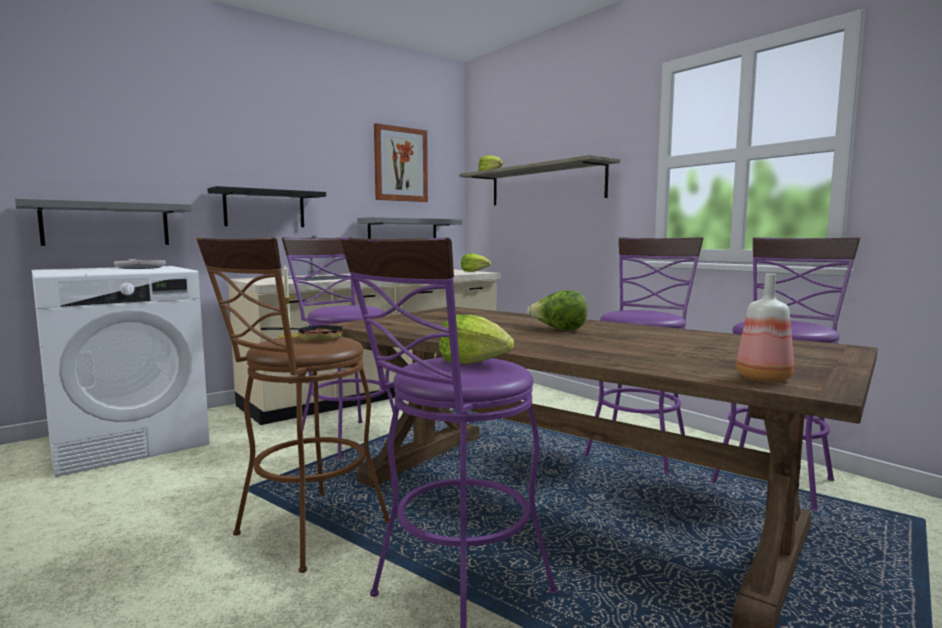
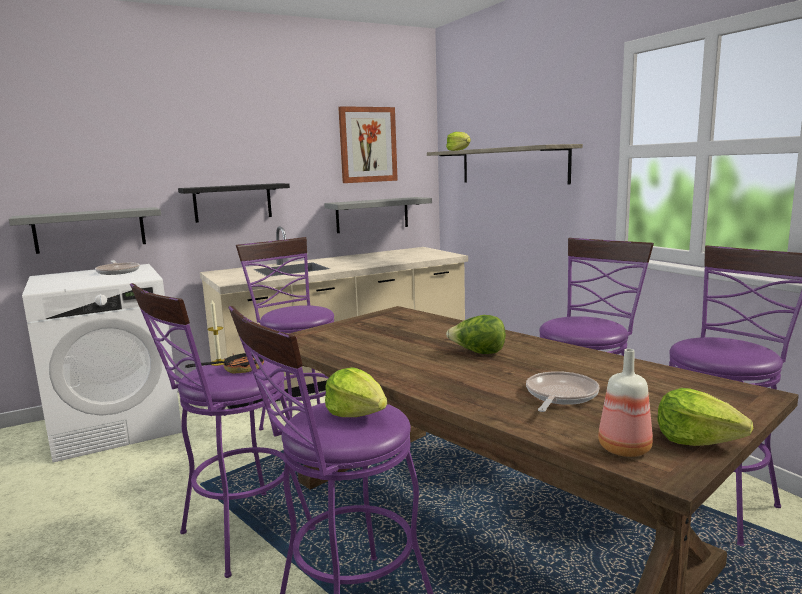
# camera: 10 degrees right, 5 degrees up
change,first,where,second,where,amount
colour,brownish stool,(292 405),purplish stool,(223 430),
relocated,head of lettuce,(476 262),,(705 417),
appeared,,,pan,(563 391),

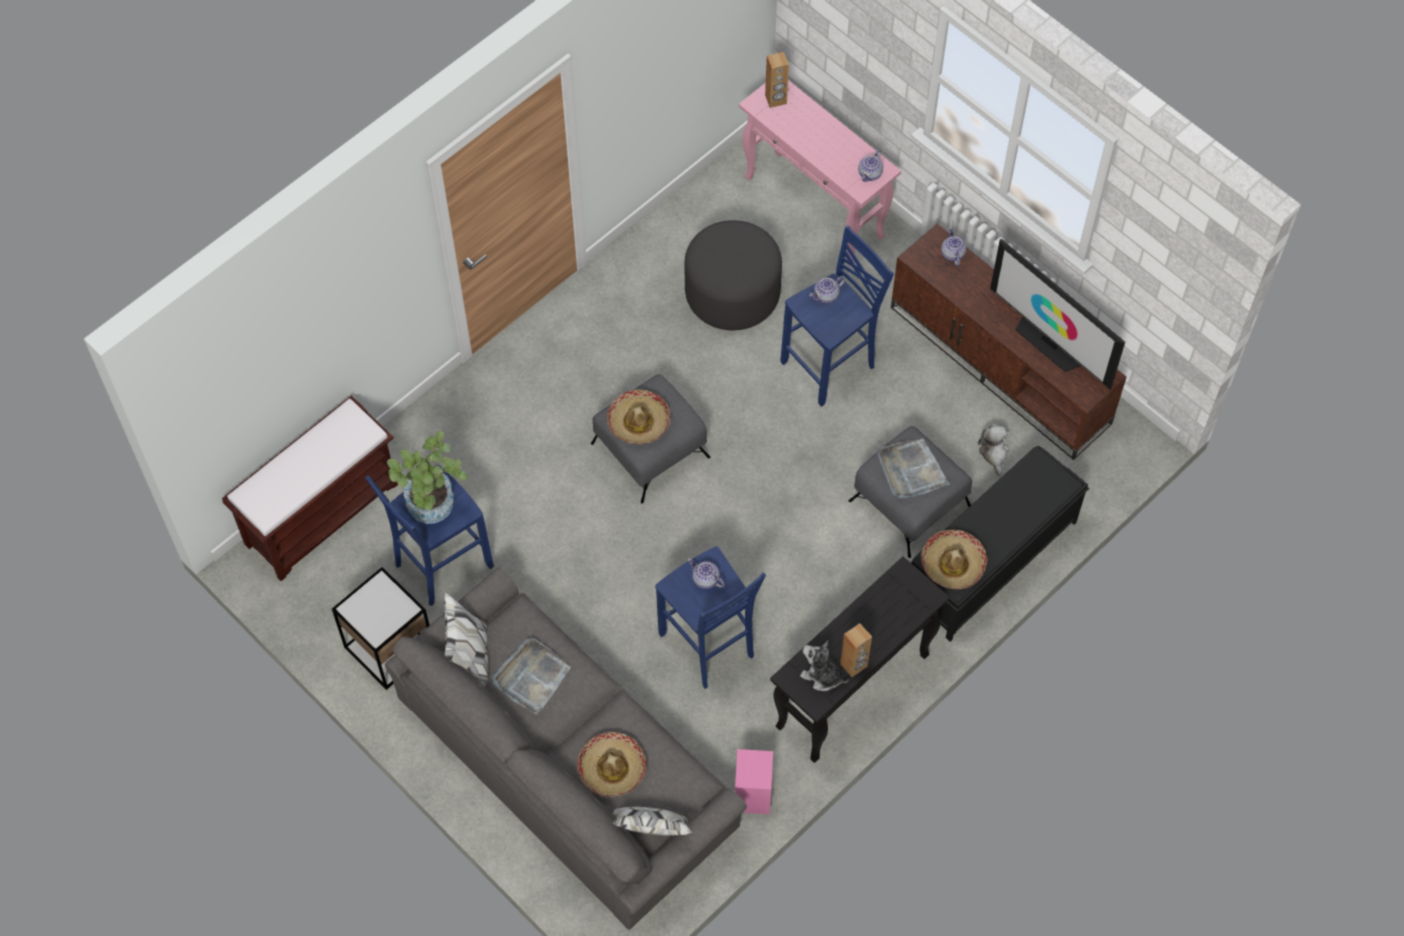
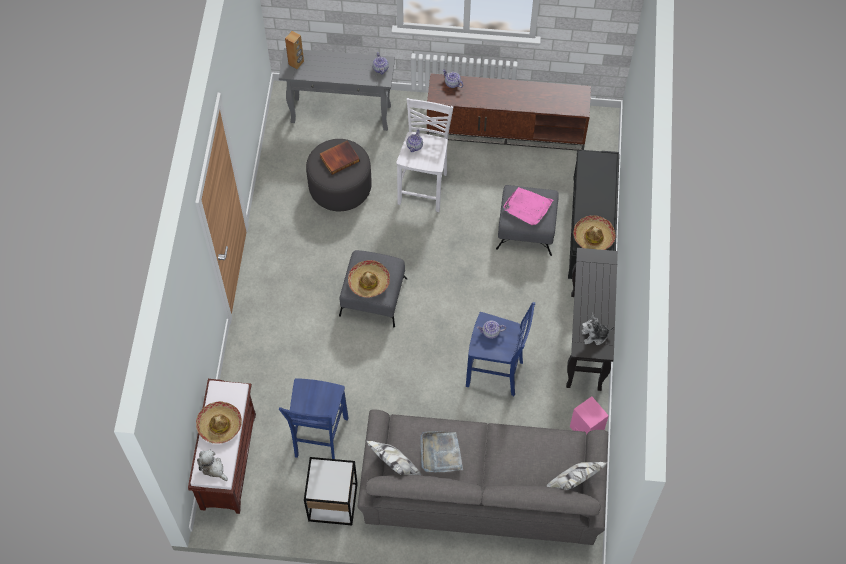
# camera: 40 degrees left, 0 degrees up
change,first,where,second,where,amount
missing,potted plant,(427 477),,,
relocated,hat,(612 764),,(219 422),
colour,pink narrow table,(820 171),greyish narrow table,(337 89),
colour,bluish stool,(837 316),white stool,(424 155),
missing,brownish audio speaker,(856 650),,,
colour,greyish carrying tray,(913 468),pink carrying tray,(528 206),
relocated,plush toy,(993 450),,(212 465),
missing,TV set,(1057 314),,,
appeared,,,volume,(340 158),

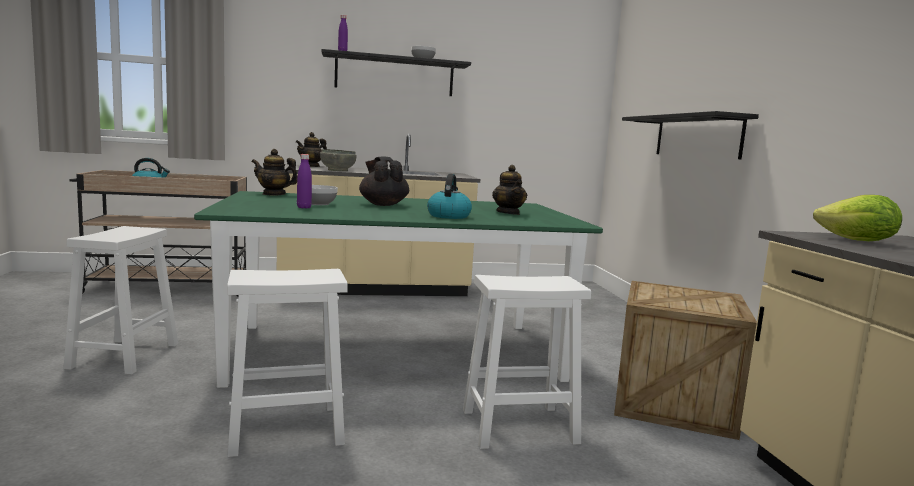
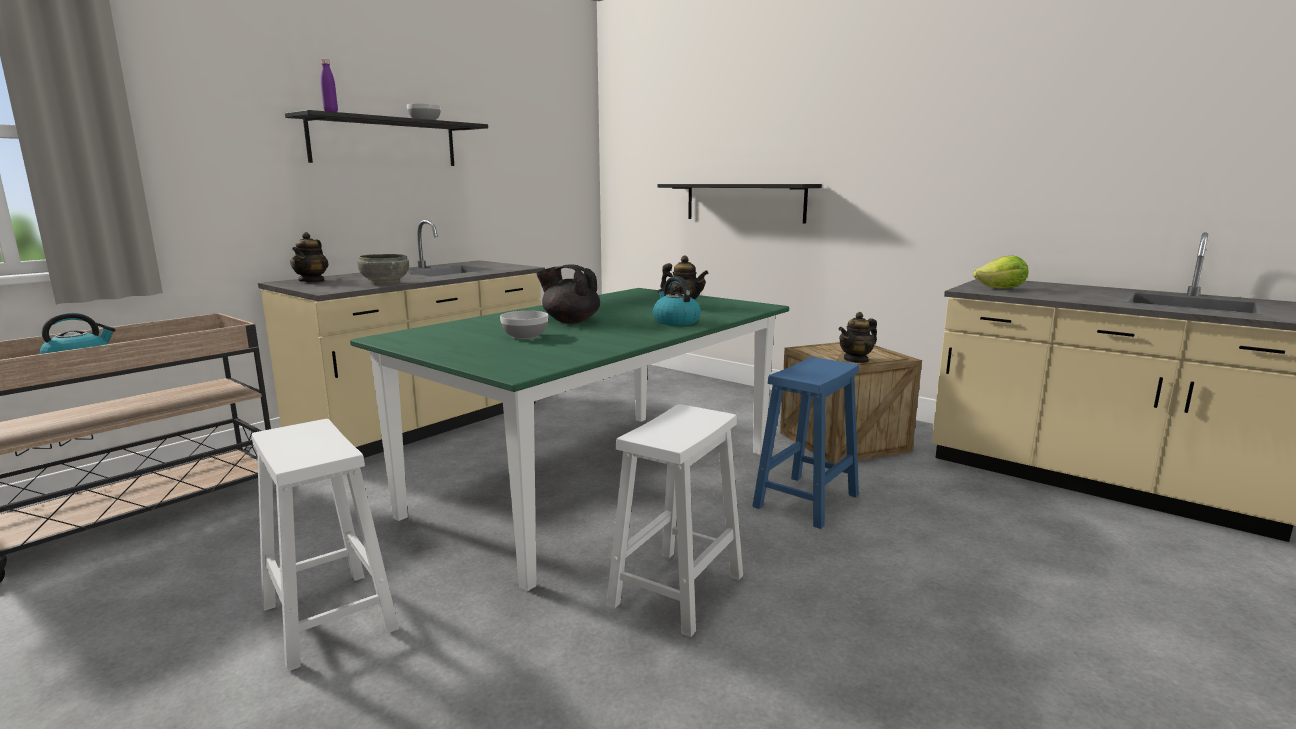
# camera: 40 degrees left, 5 degrees up
change,first,where,second,where,amount
relocated,tea pot,(274 172),,(858 337),
missing,purplish bottle,(304 181),,,
colour,white stool,(527 362),bluish stool,(805 443),

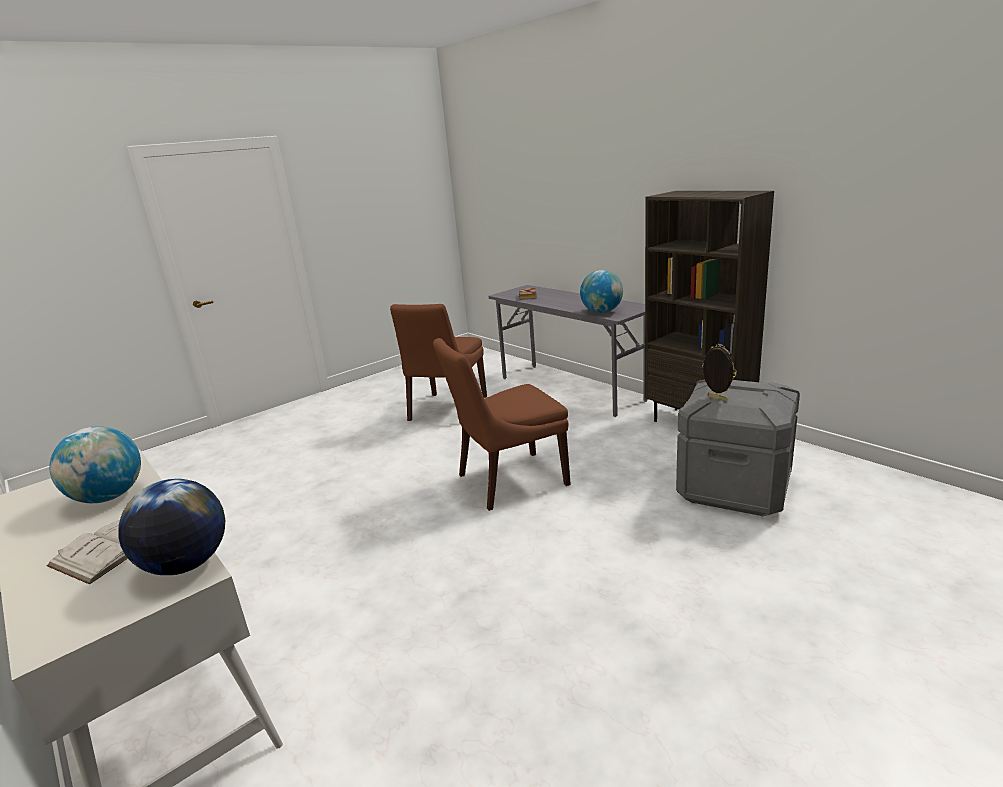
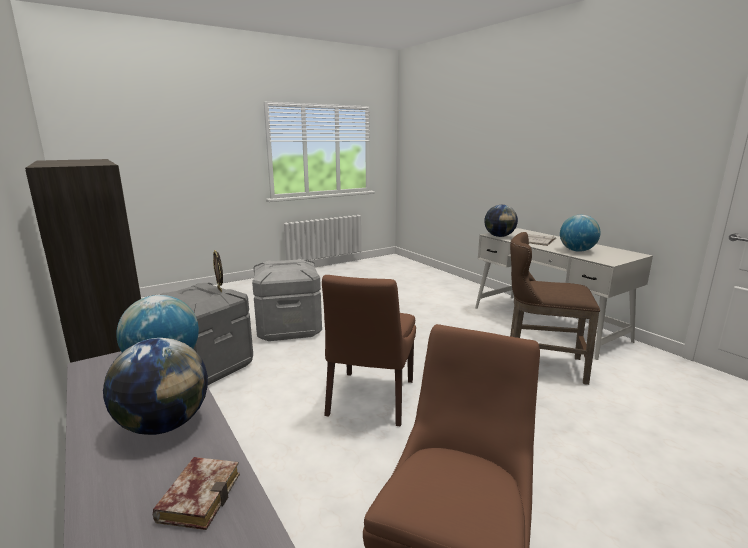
# camera: 175 degrees left, 5 degrees down
change,first,where,second,where,amount
spun,brownish plain chair,(502 424),,(369 351),120 degrees clockwise
appeared,,,world globe,(155 386),
appeared,,,greyish storage bin,(287 300),
appeared,,,brownish stool,(555 308),

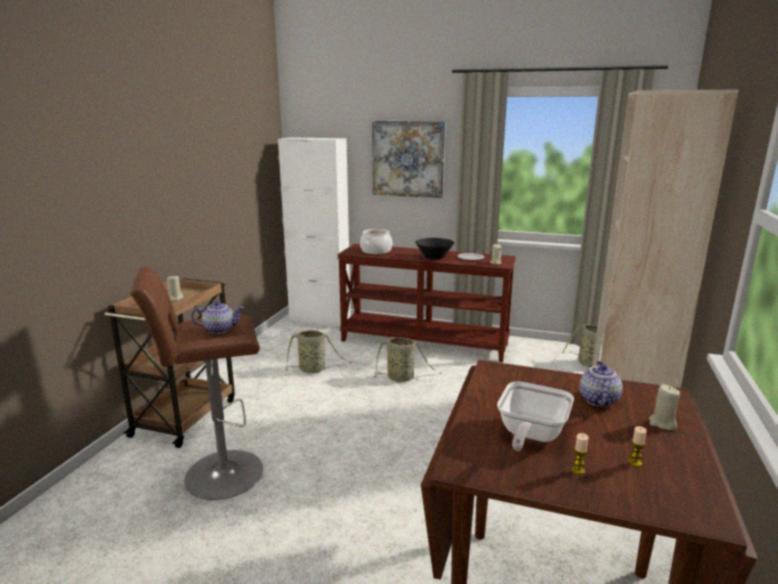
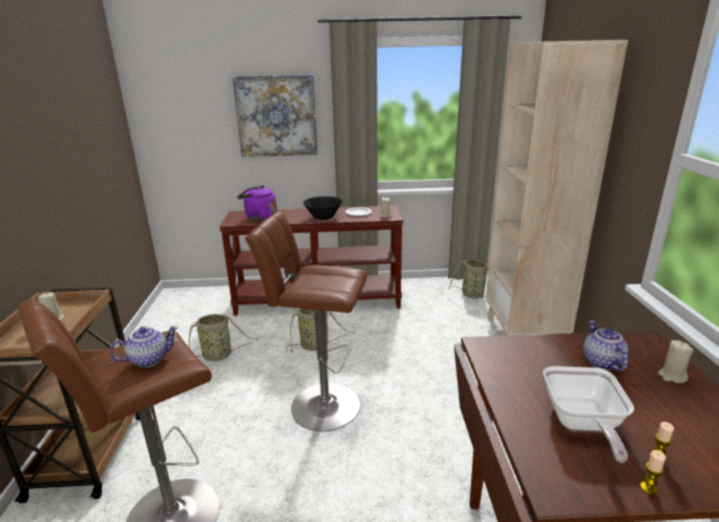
# camera: 20 degrees left, 5 degrees up
change,first,where,second,where,amount
missing,white storage cabinet,(314 231),,,
exchanged,cooking pot,(376 241),purplish water kettle,(257 203),
relocated,wax candle,(637 446),,(653 472),
appeared,,,brownish stool,(306 321),

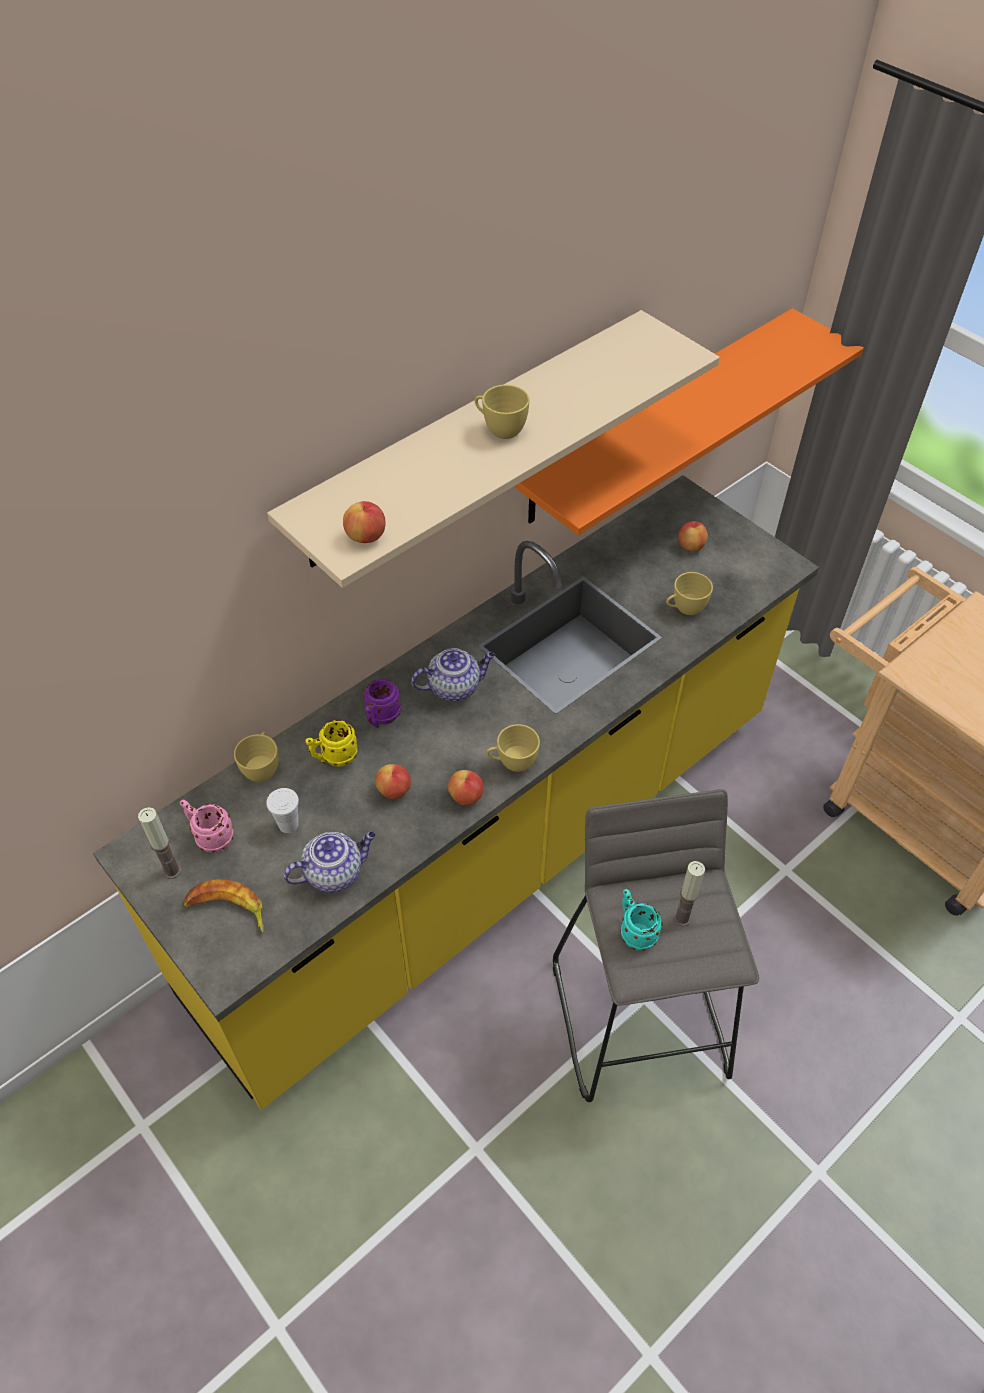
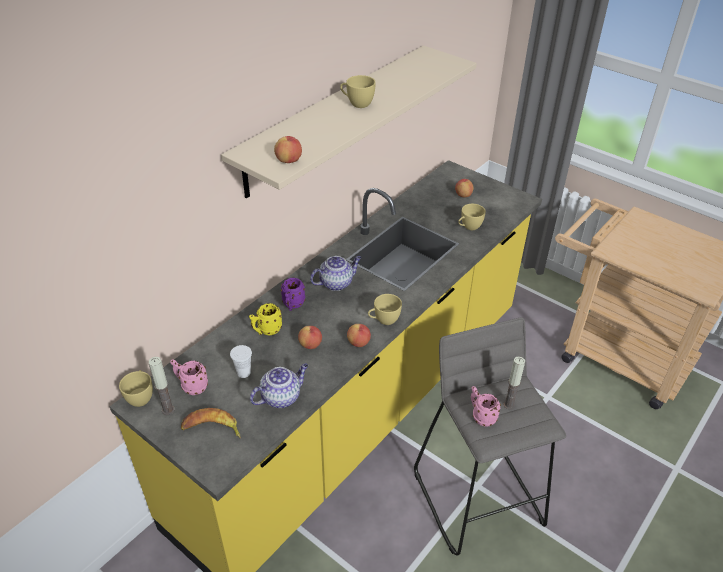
# camera: 10 degrees left, 10 degrees down
change,first,where,second,where,amount
relocated,yellow-coloured cup,(256 757),,(136 388),
missing,orange-coloured bracket shelf,(689 421),,,
colour,blue-green coffee mug,(641 920),pink coffee mug,(486 406),

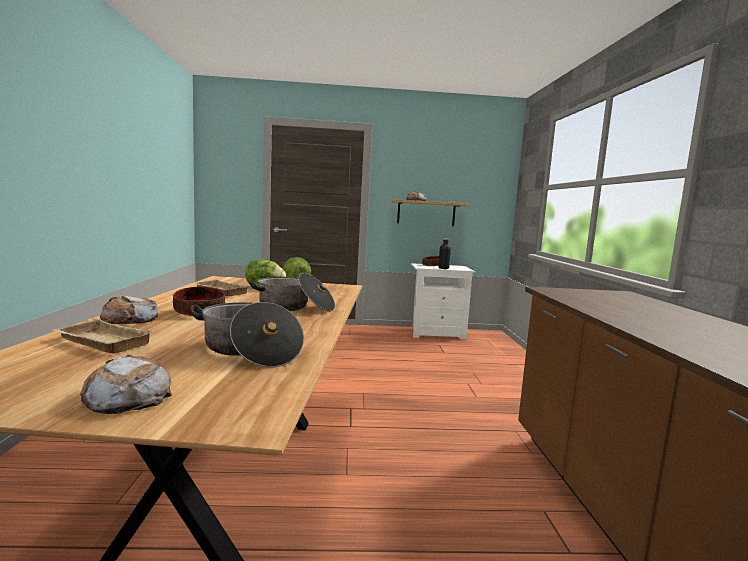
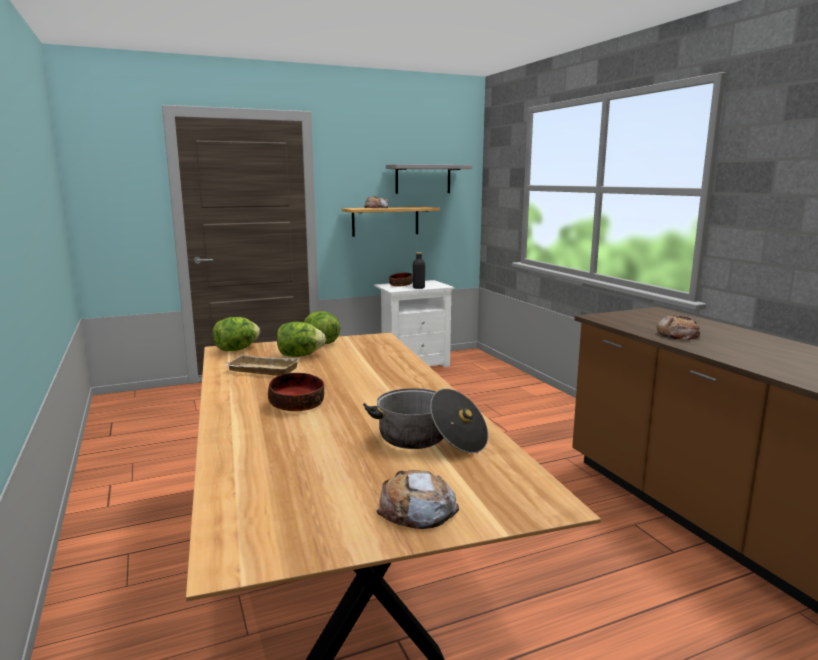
# camera: 20 degrees left, 5 degrees up
change,first,where,second,where,amount
missing,sand-coloured carrying tray,(104 336),,,
relocated,bread,(129 309),,(678 327),
missing,cooking pot,(292 292),,,
appeared,,,head of lettuce,(236 334),
appeared,,,greyish bracket shelf,(429 179),

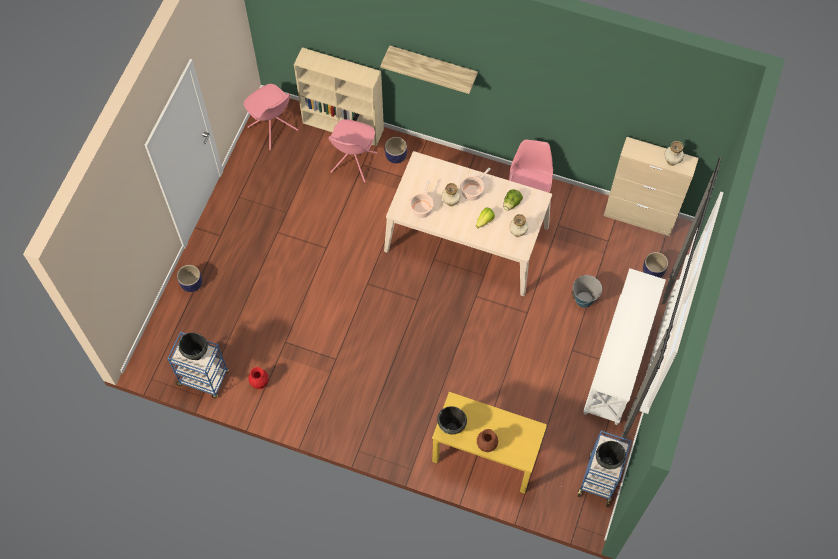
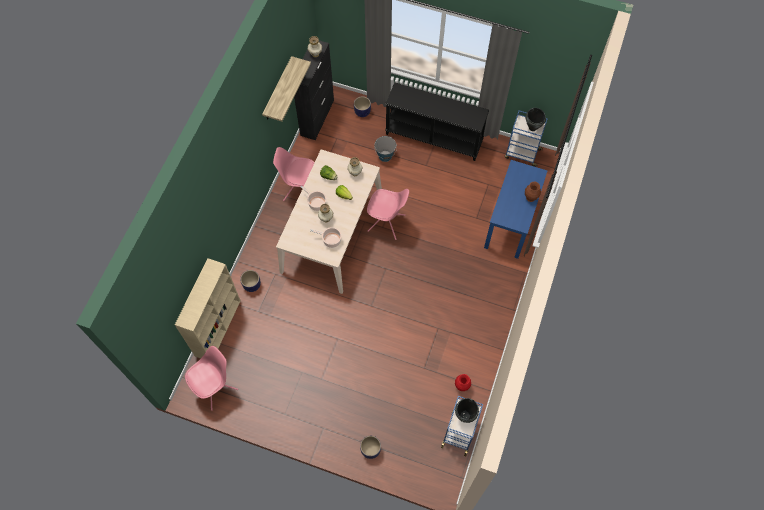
# camera: 90 degrees left, 0 degrees up
change,first,where,second,where,amount
relocated,pink plain chair,(352 151),,(388 214),
relocated,bracket shelf,(429 69),,(286 88),
colour,yellow-coloured desk unit,(489 443),bluish desk unit,(515 209),
missing,blackish cooking pot,(452 420),,,
colour,white narrow table,(624 346),blackish narrow table,(437 121),
colour,sand-coloured storage cabinet,(651 186),blackish storage cabinet,(314 90),

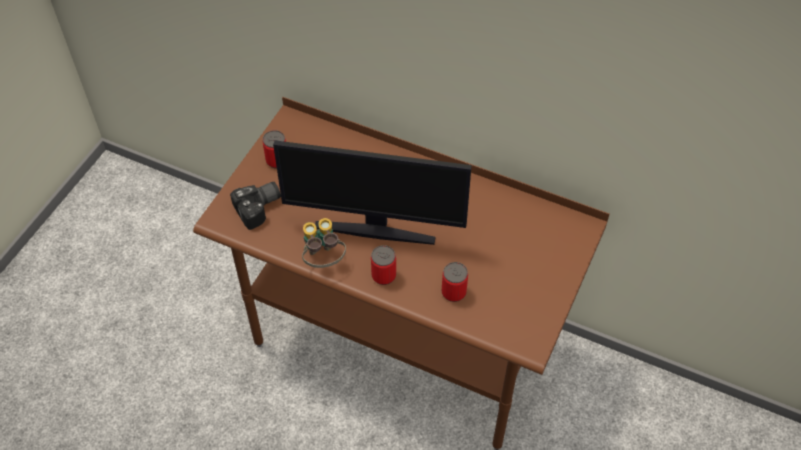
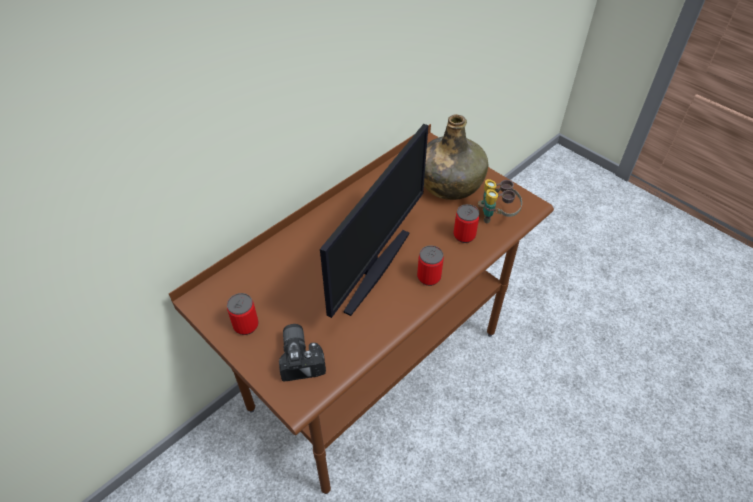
# camera: 70 degrees left, 5 degrees down
change,first,where,second,where,amount
relocated,field glasses,(324 243),,(500 201),
appeared,,,green-coloured bottle,(456 157),

